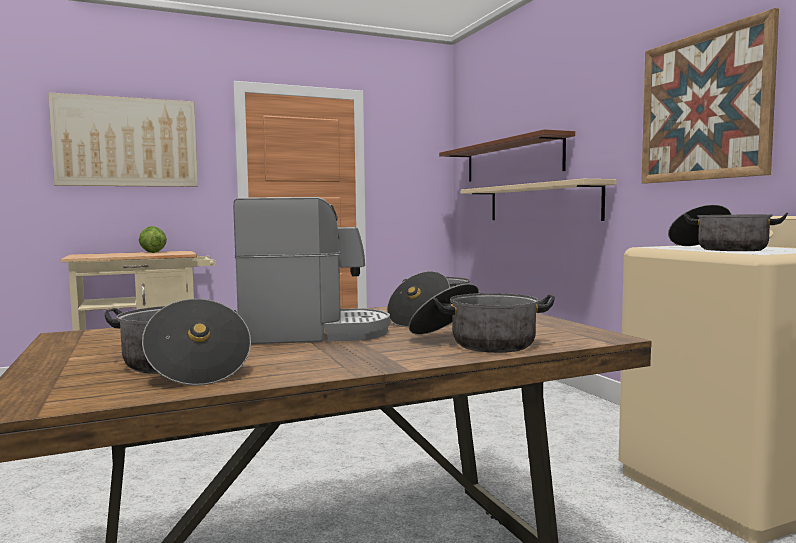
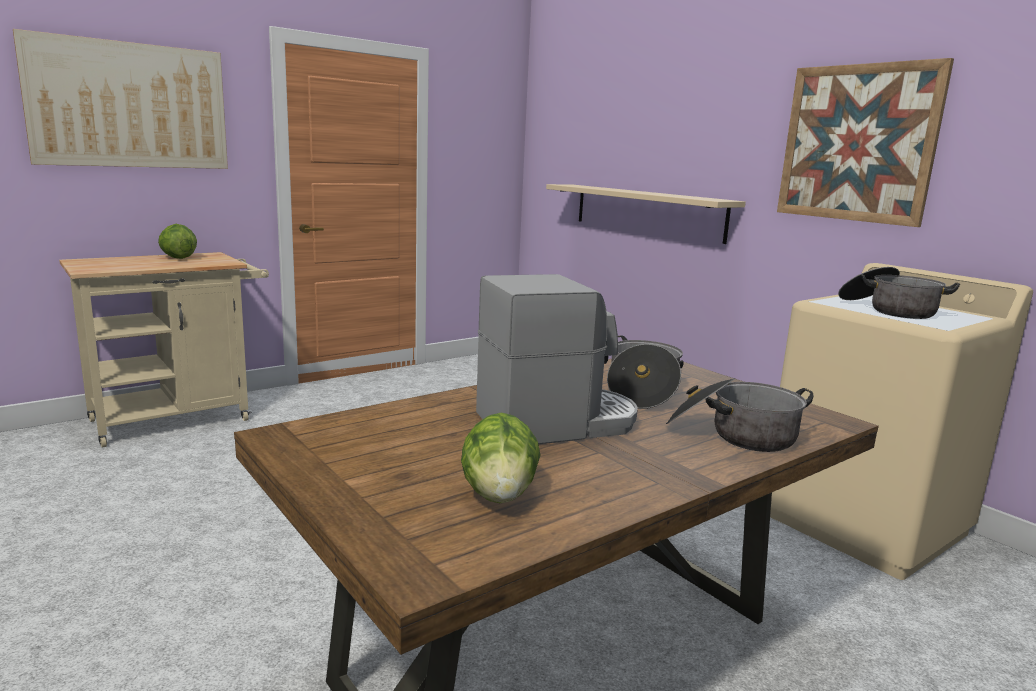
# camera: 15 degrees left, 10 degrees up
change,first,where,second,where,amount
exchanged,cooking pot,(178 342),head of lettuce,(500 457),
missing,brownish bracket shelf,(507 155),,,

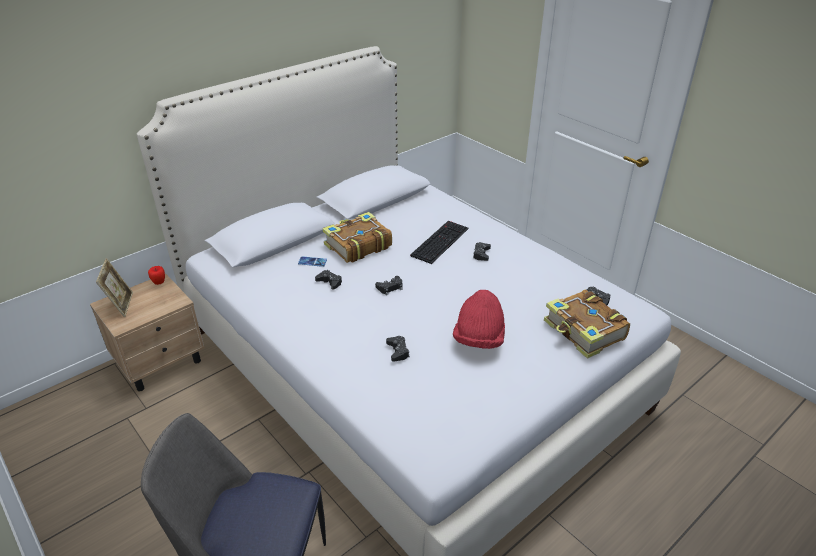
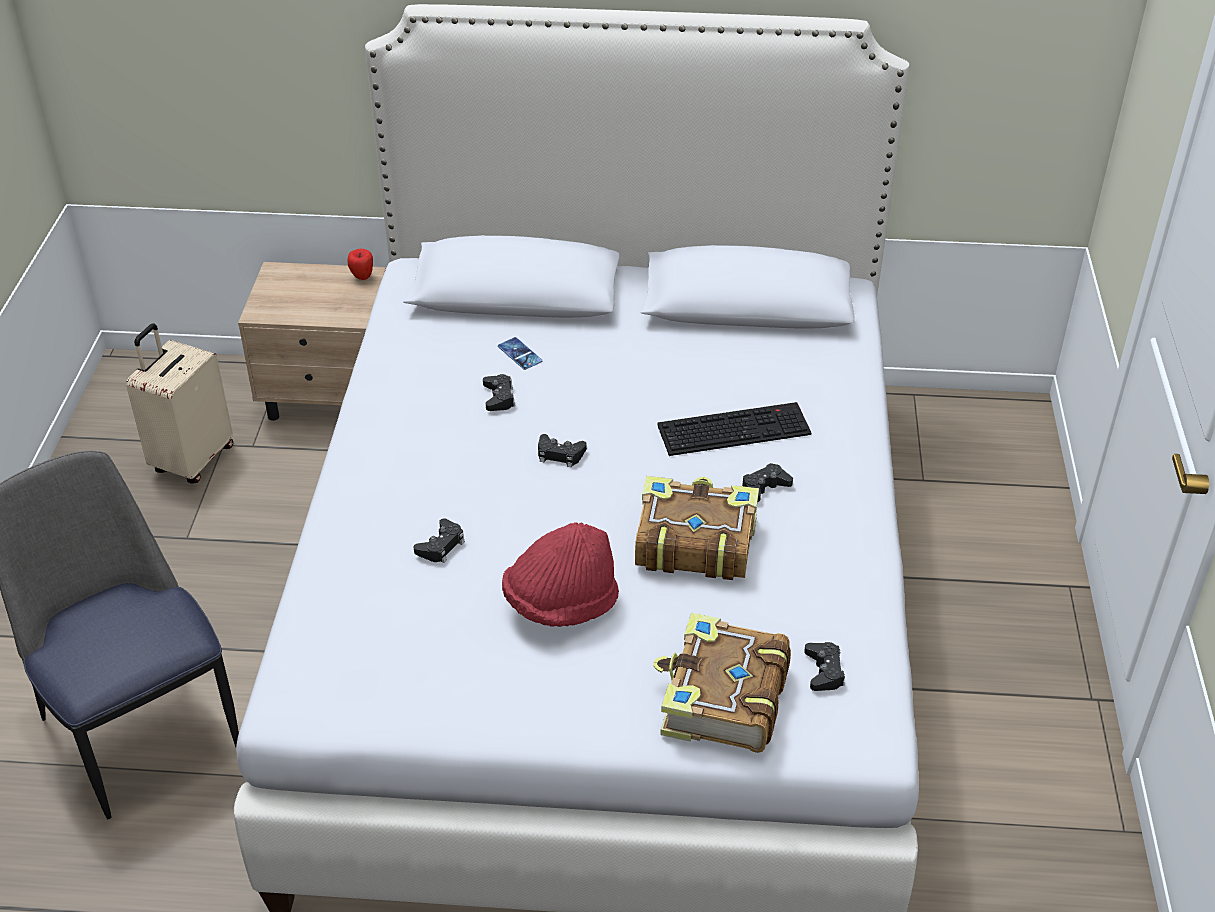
# camera: 45 degrees right, 5 degrees up
change,first,where,second,where,amount
missing,photo frame,(114 287),,,
relocated,volume,(357 237),,(697 528),
appeared,,,sand-coloured suitcase,(179 404),

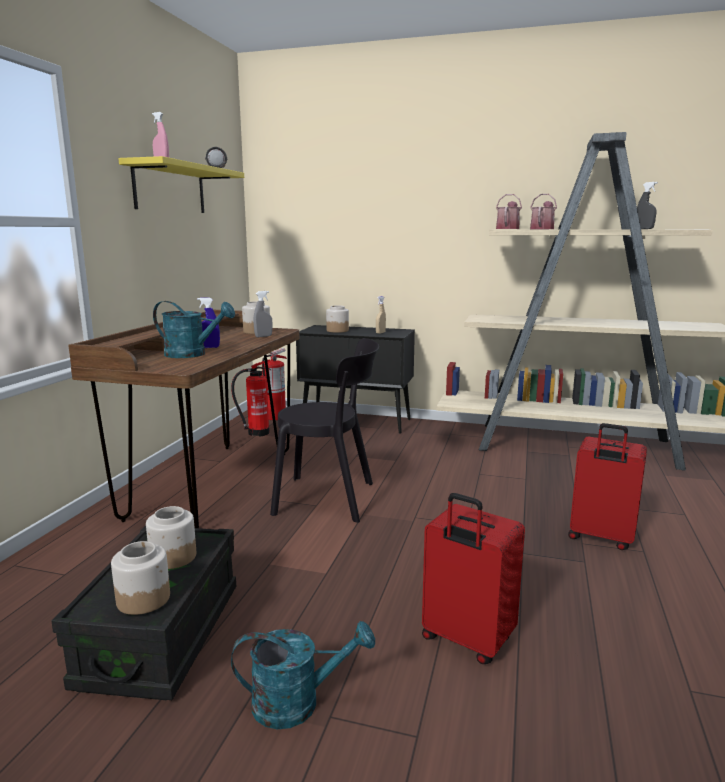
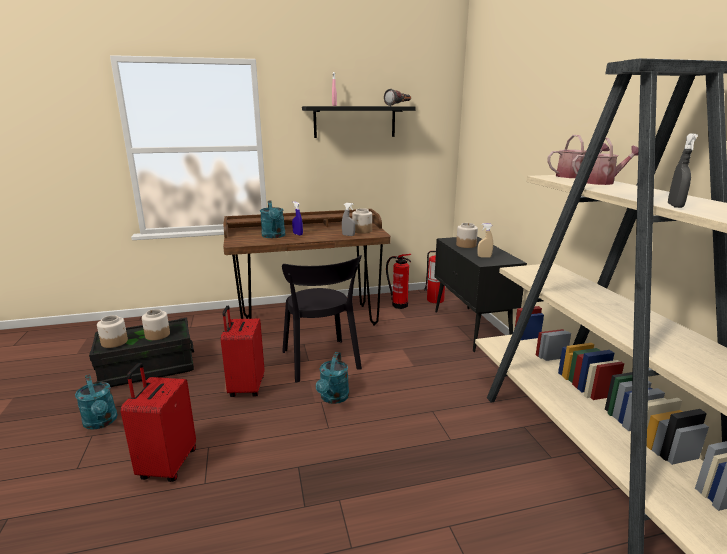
# camera: 60 degrees right, 5 degrees up
change,first,where,second,where,amount
colour,yellow-coloured bracket shelf,(181 184),blackish bracket shelf,(359 122),
relocated,red suitcase,(607 486),,(242 351),
appeared,,,blue-green watering pot,(332 378),

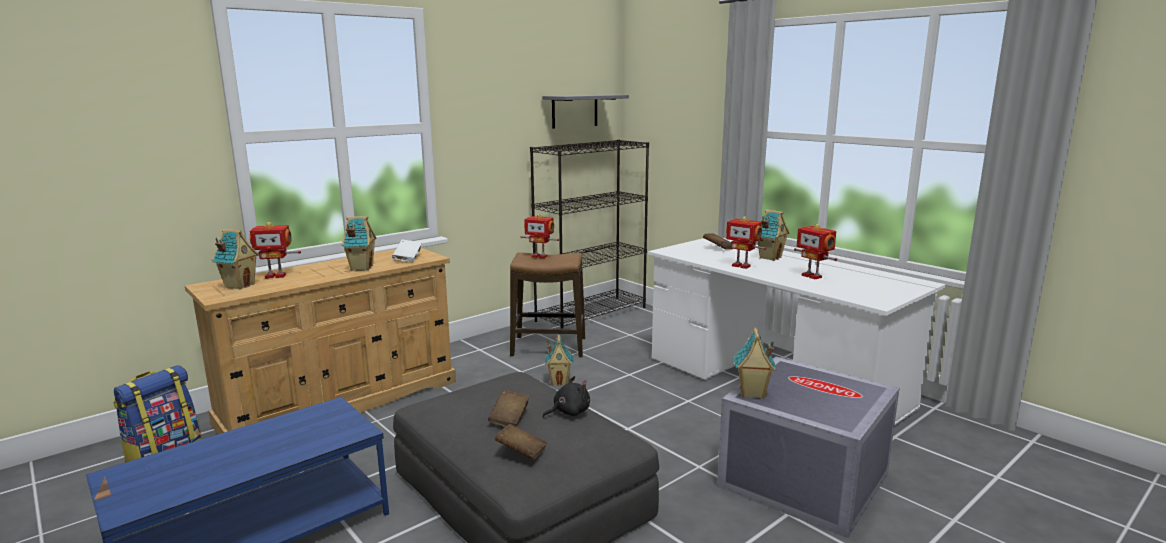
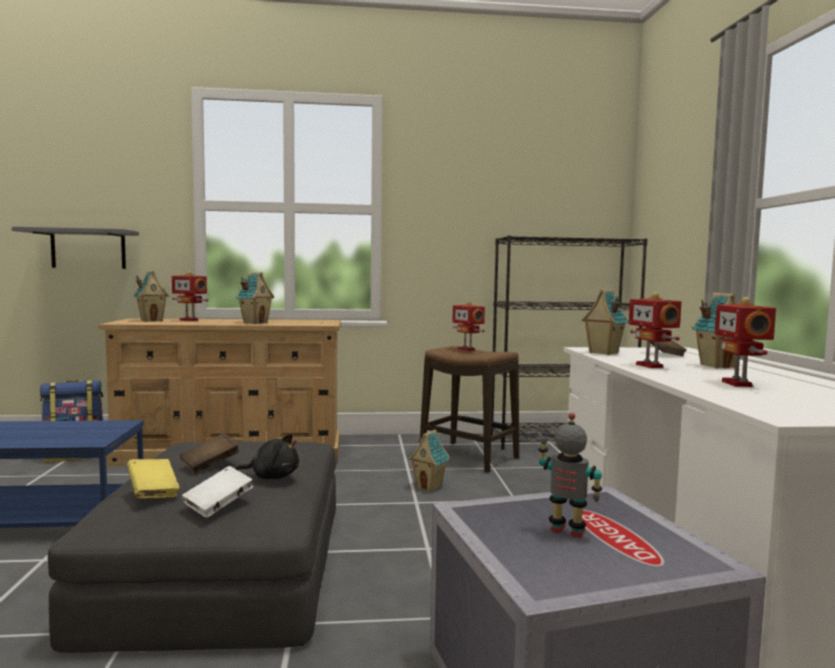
# camera: 35 degrees right, 10 degrees down
change,first,where,second,where,amount
relocated,white volume,(407 251),,(217 492),
colour,brownish volume,(521 442),yellow-coloured volume,(153 478),
relocated,greyish bracket shelf,(585 111),,(75 247),
relocated,toy house,(755 363),,(605 322),
appeared,,,robot figure,(570 475),

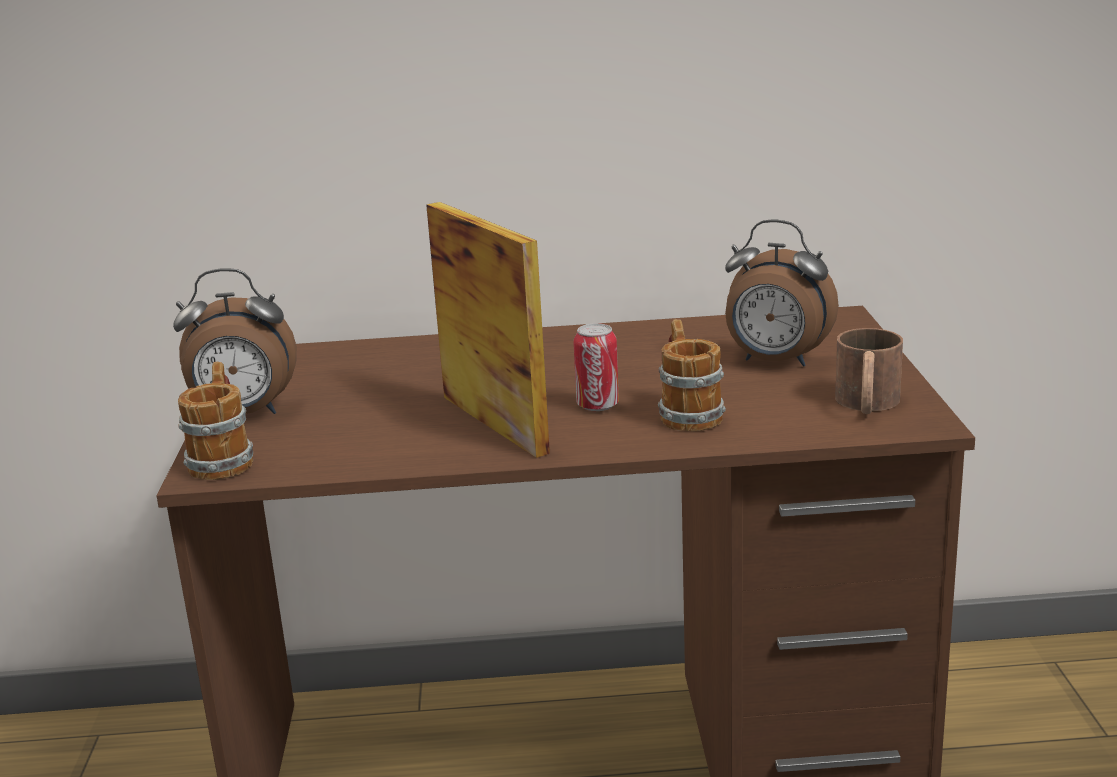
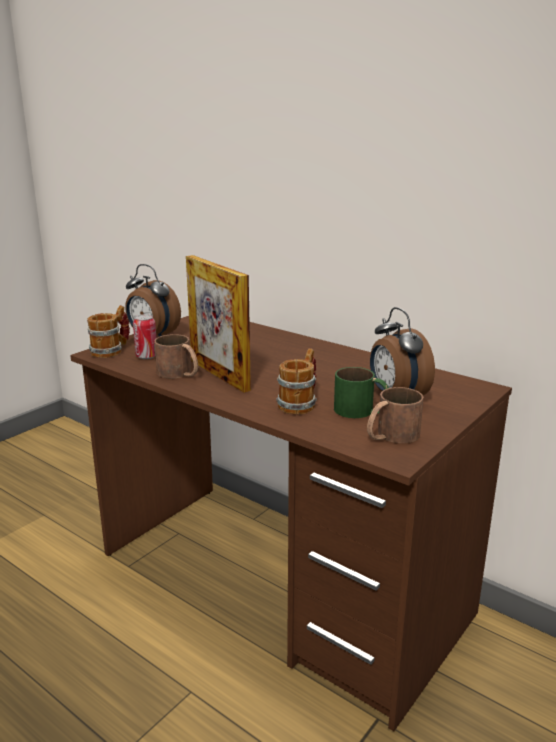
# camera: 40 degrees right, 0 degrees up
change,first,where,second,where,amount
spun,photo frame,(488 330),,(218 324),135 degrees clockwise
relocated,can,(596 367),,(144 336),
appeared,,,brownish coffee mug,(176 356),
appeared,,,green-coloured coffee mug,(361 392),

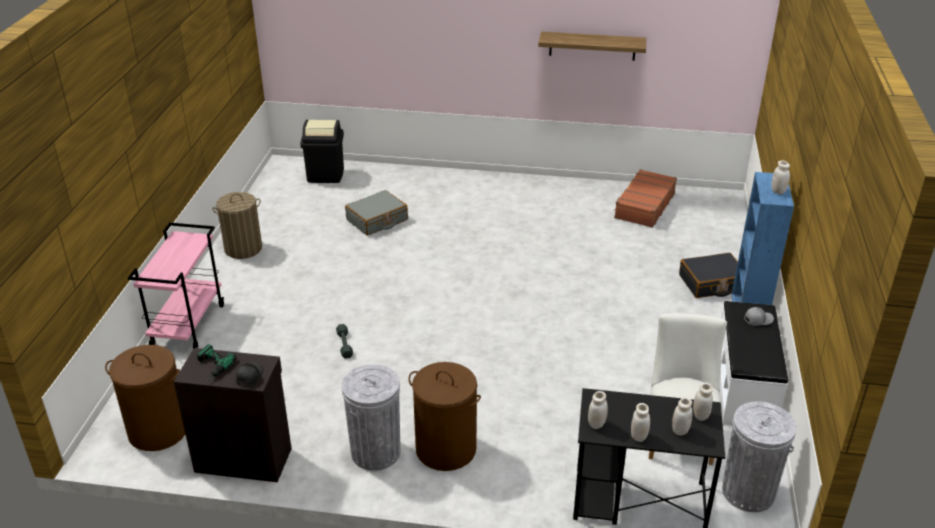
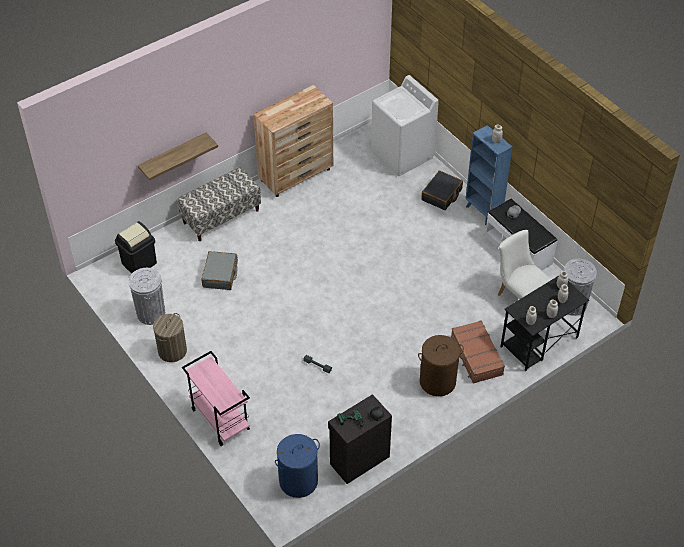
# camera: 45 degrees left, 15 degrees up
change,first,where,second,where,amount
colour,brownish laundry basket,(145 398),bluish laundry basket,(297 466),
relocated,greyish trash can,(370 417),,(146 296),
relocated,bracket shelf,(592 46),,(178 157),
relocated,brownish suitcase,(645 198),,(478 352),
appeared,,,bench,(219 204),
appeared,,,brownish dresser,(293 141),
appeared,,,white washing machine,(405 125),

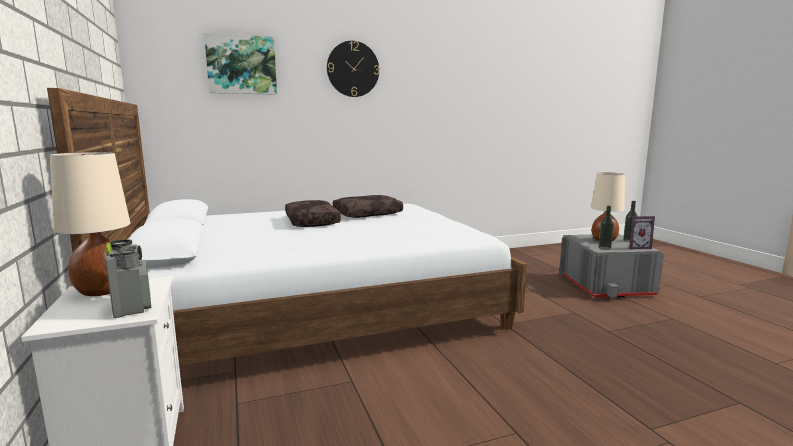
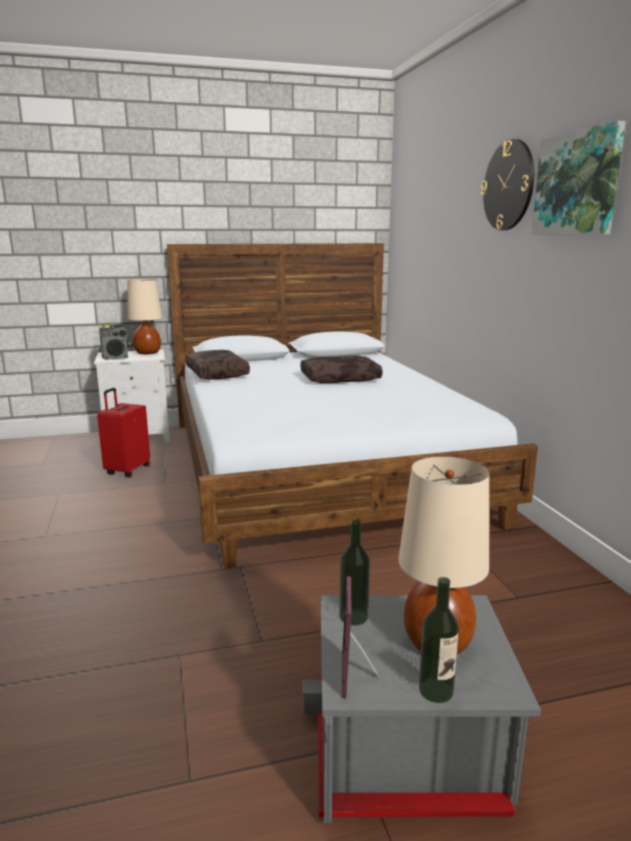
# camera: 95 degrees right, 5 degrees up
change,first,where,second,where,amount
relocated,wall picture,(240 64),,(579 177),
relocated,brownish cushion,(368 206),,(217 365),
appeared,,,red suitcase,(123 432),

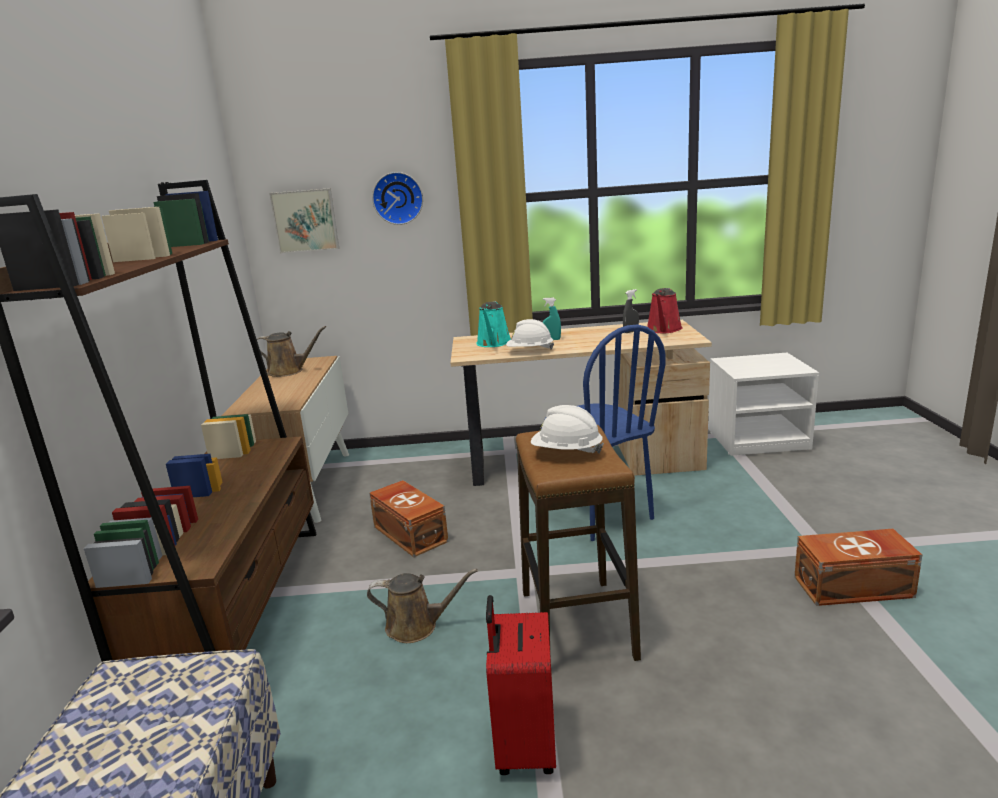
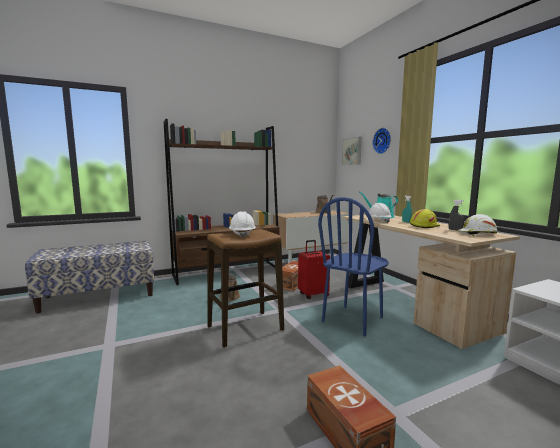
# camera: 65 degrees right, 10 degrees down
change,first,where,second,where,amount
relocated,red suitcase,(521 685),,(314 269),
exchanged,red watering pot,(665 310),white work helmet,(478 225),
appeared,,,yellow-coloured work helmet,(425 218),

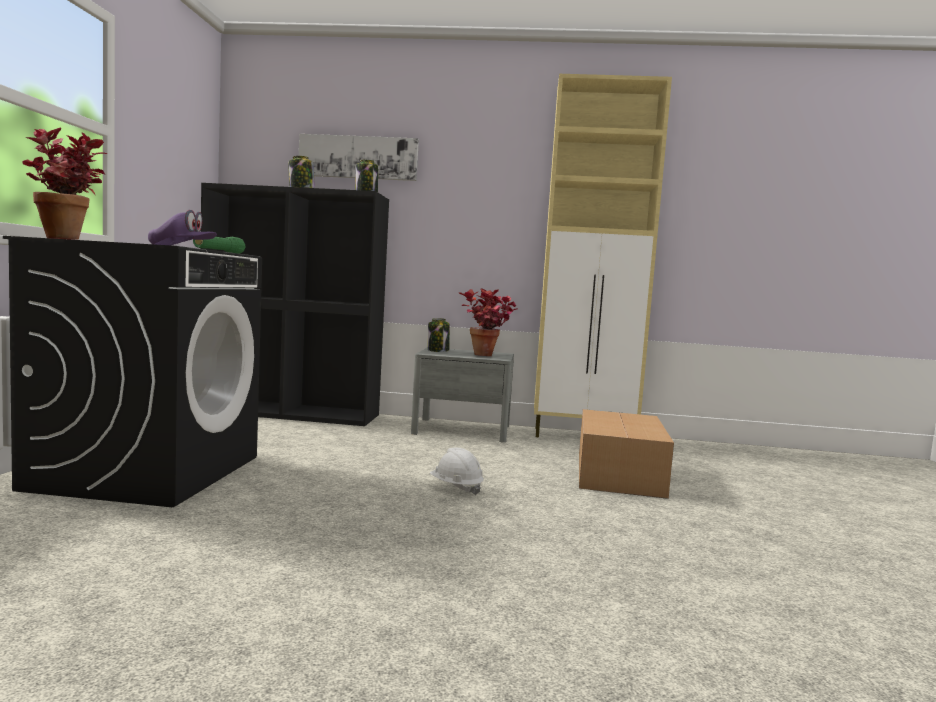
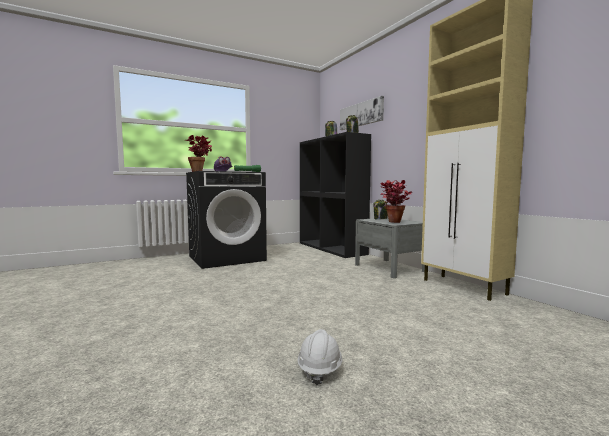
# camera: 55 degrees right, 0 degrees up
change,first,where,second,where,amount
relocated,white work helmet,(457 472),,(319 357),
missing,carton,(626 454),,,

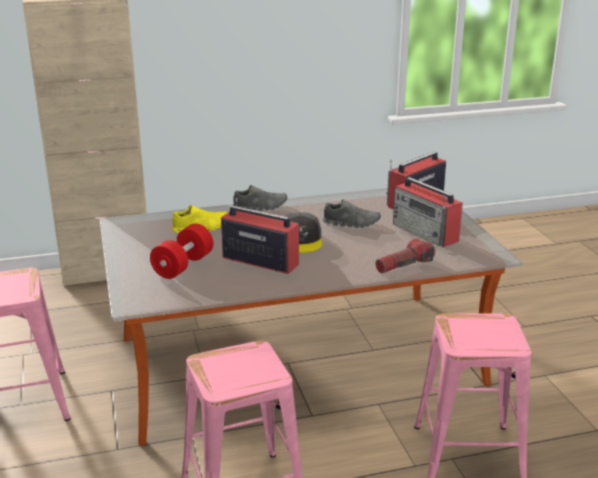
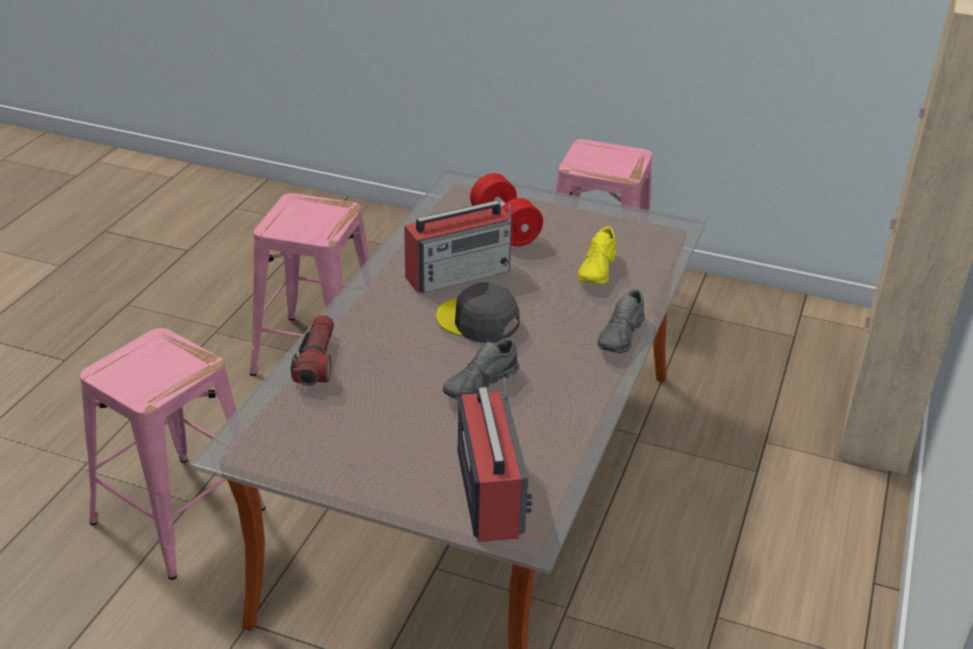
# camera: 125 degrees right, 10 degrees up
change,first,where,second,where,amount
missing,radio set,(428 212),,,

